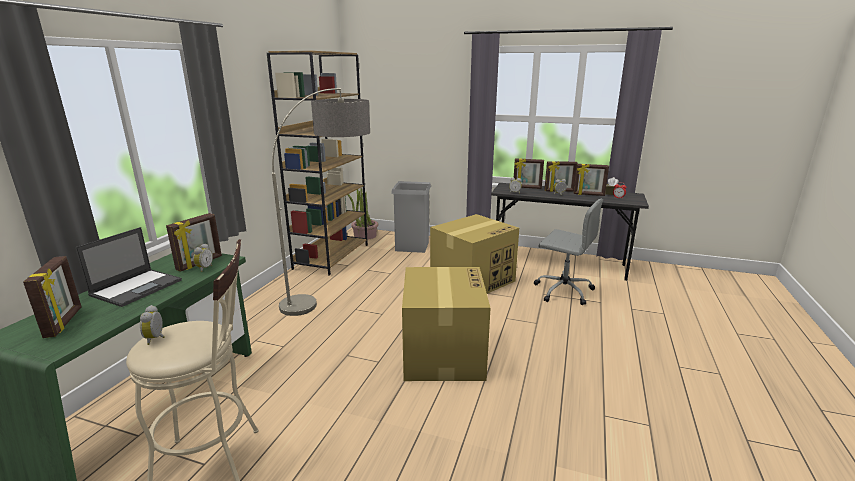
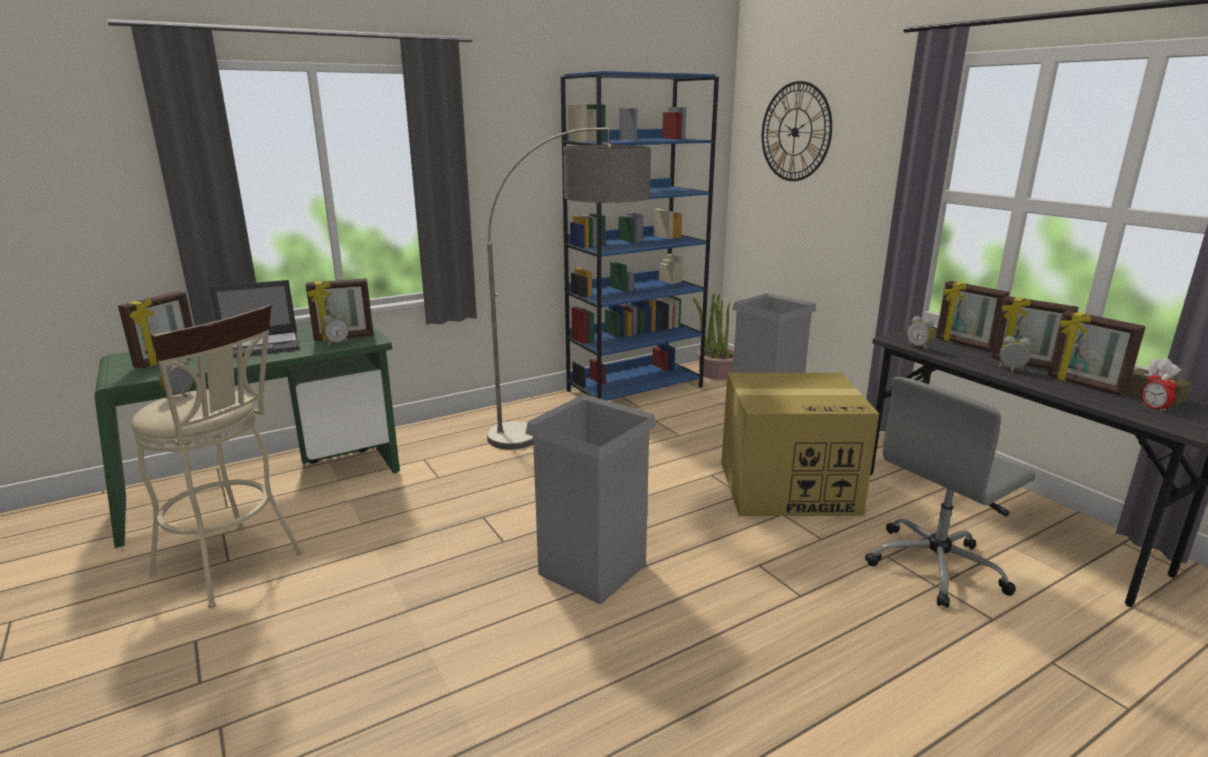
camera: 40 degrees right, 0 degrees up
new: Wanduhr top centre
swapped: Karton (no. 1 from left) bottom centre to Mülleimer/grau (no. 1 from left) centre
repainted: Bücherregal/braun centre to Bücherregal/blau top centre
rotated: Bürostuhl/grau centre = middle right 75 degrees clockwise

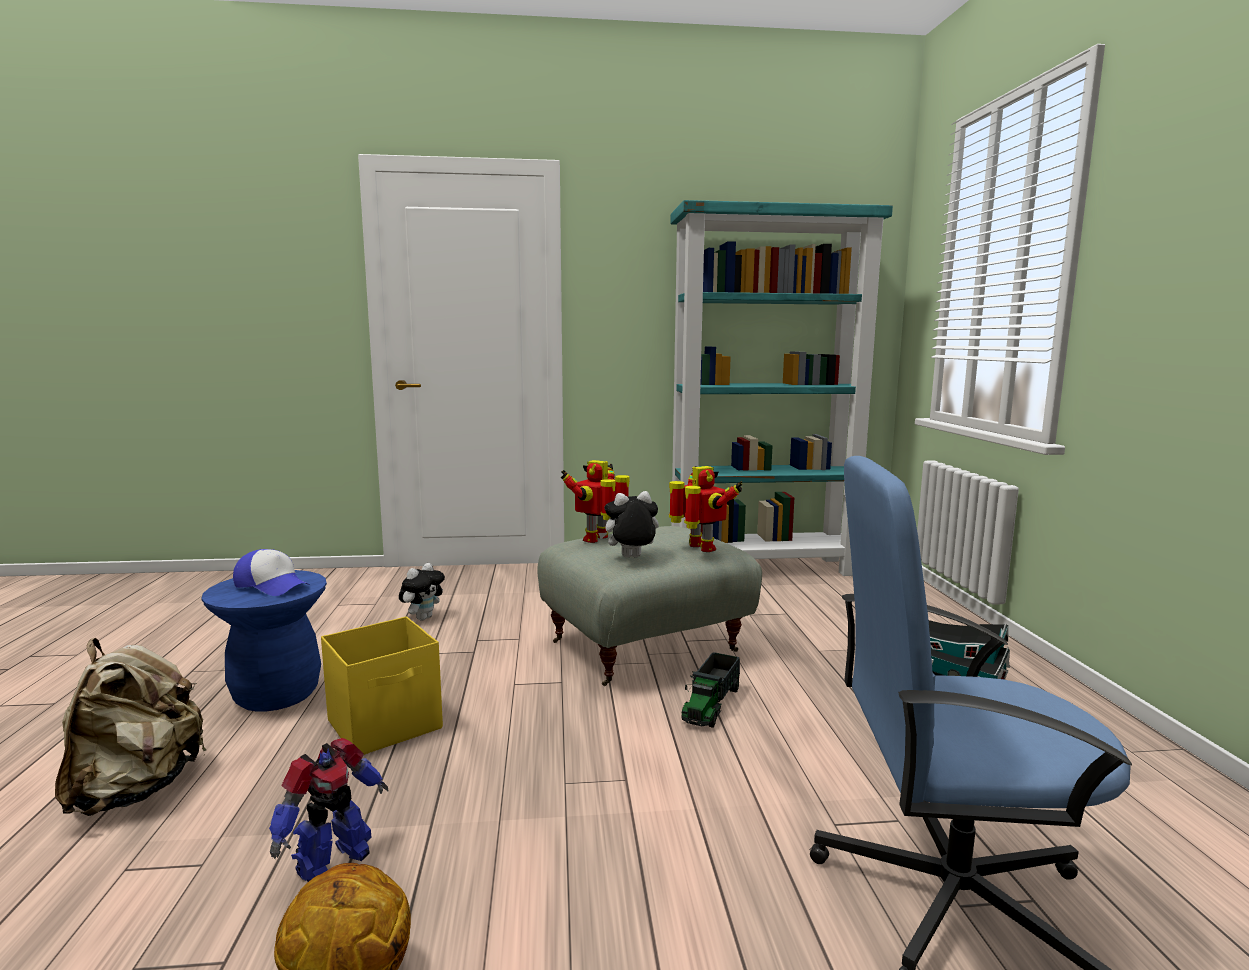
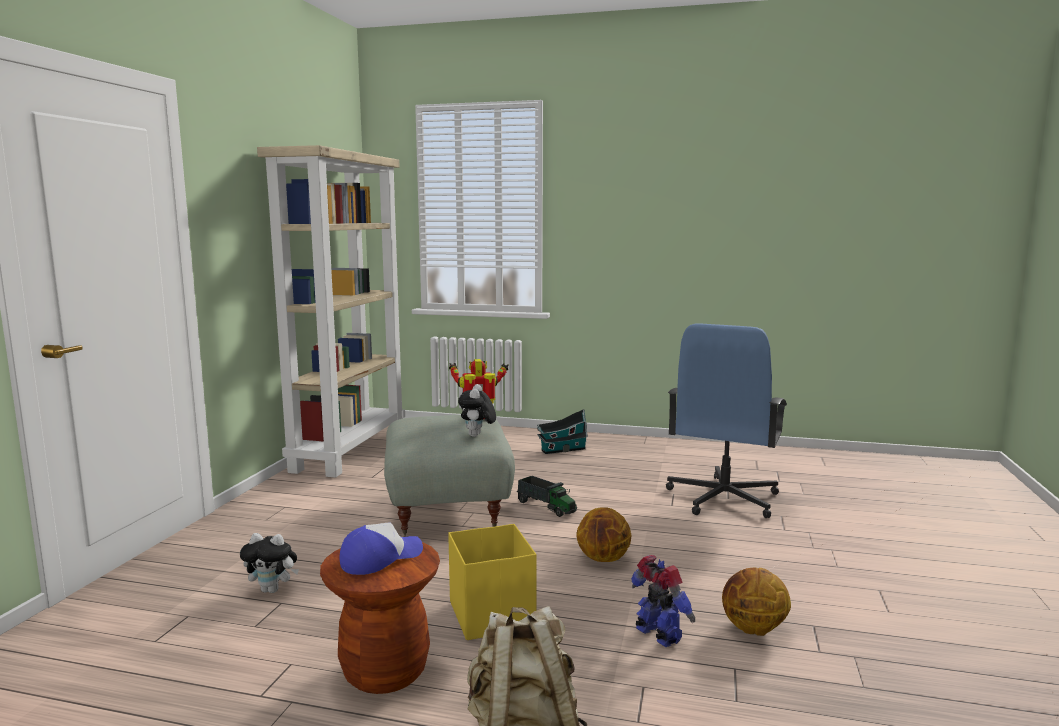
camera: 70 degrees left, 0 degrees up
gone: Spielzeugroboter (no. 2 from left) centre
new: Basketball (no. 1 from left) bottom centre
repainted: Hocker/blau middle left to Hocker/braun bottom centre; Bücherregal/türkis centre to Bücherregal/beige middle left
rotated: Plüschtier (no. 1 from left) centre = bottom left 135 degrees clockwise

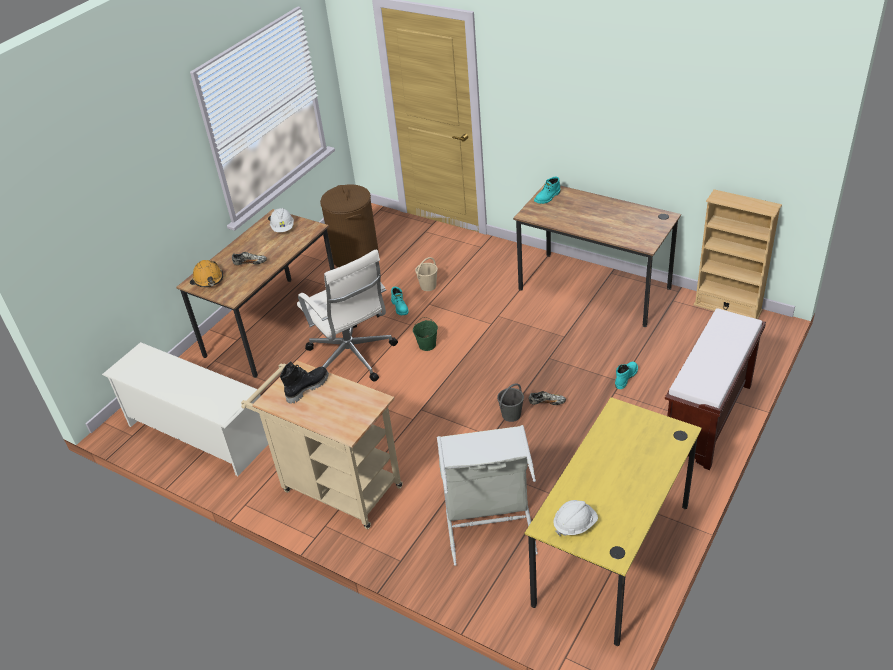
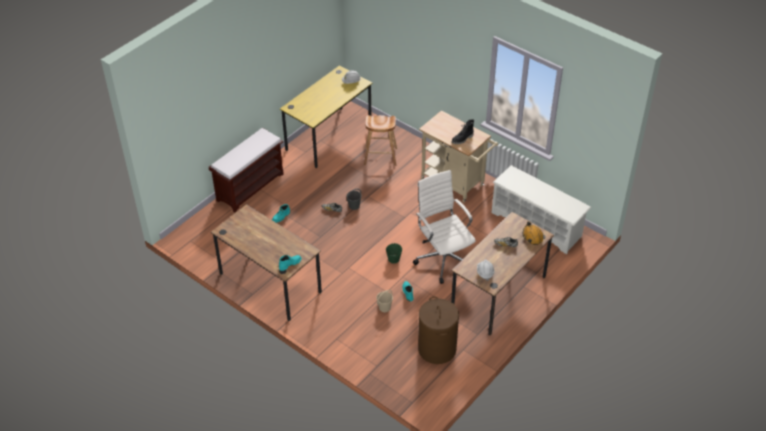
camera: 175 degrees left, 5 degrees up
gone: Bücherregal/beige middle right
swapped: Wäschekorb/grau bottom centre to Hocker/braun top centre

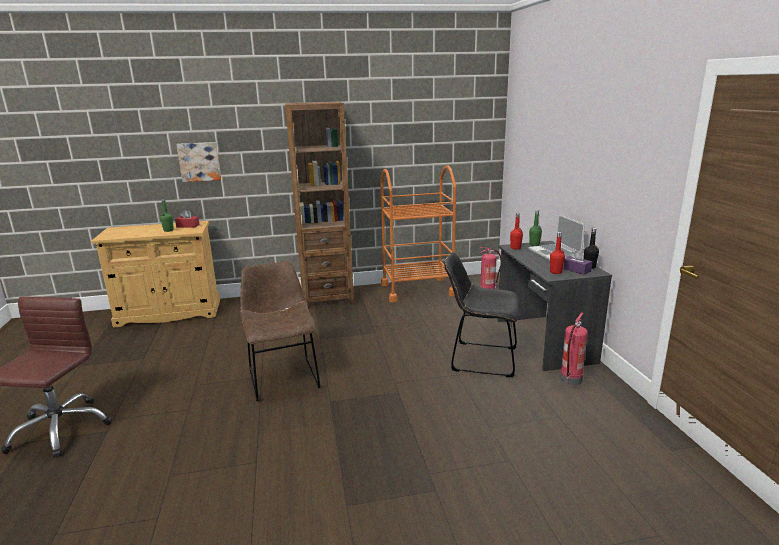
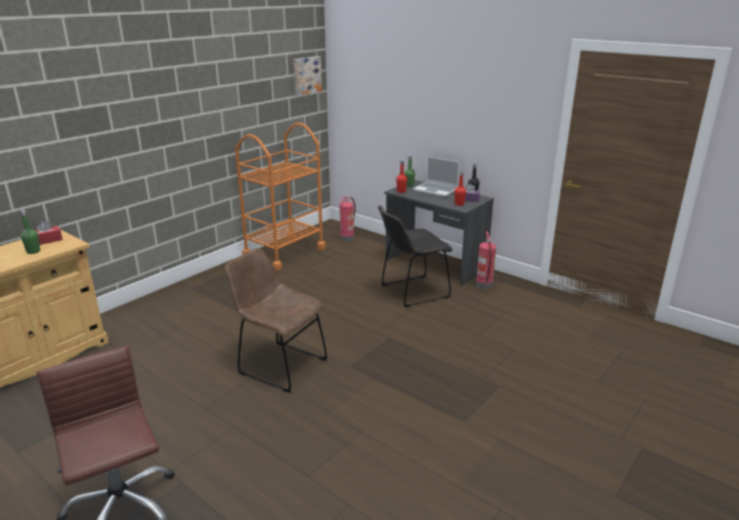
camera: 40 degrees left, 5 degrees up
gone: Bücherregal/braun centre
shifted: Bild top left to top centre

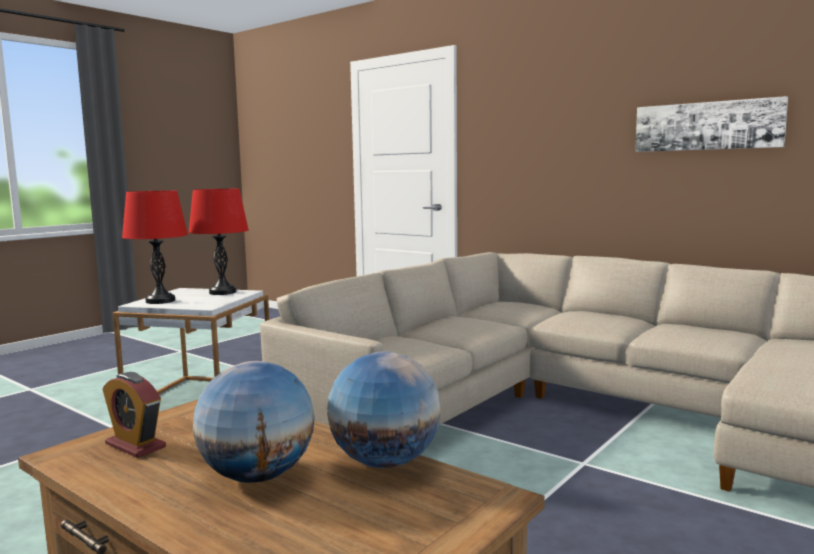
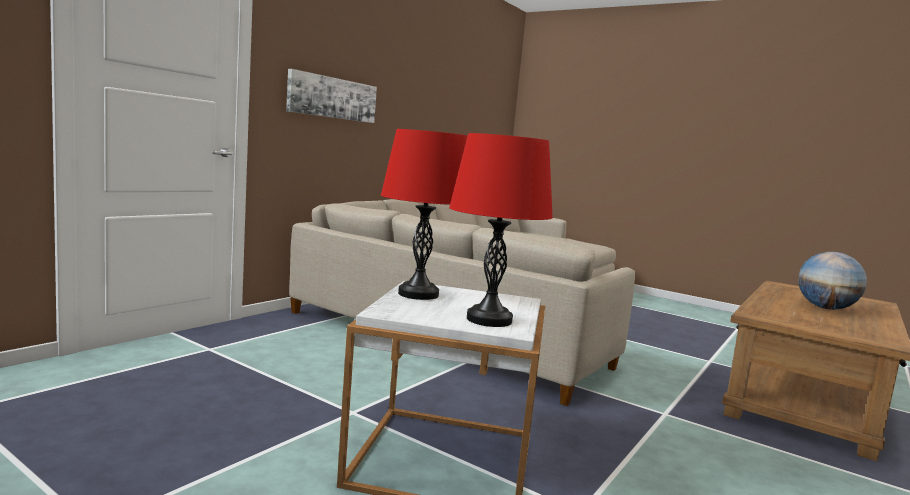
camera: 95 degrees left, 0 degrees up
gone: Wecker bottom left; Globus (no. 2 from left) bottom centre
shifted: Bild top right to top centre

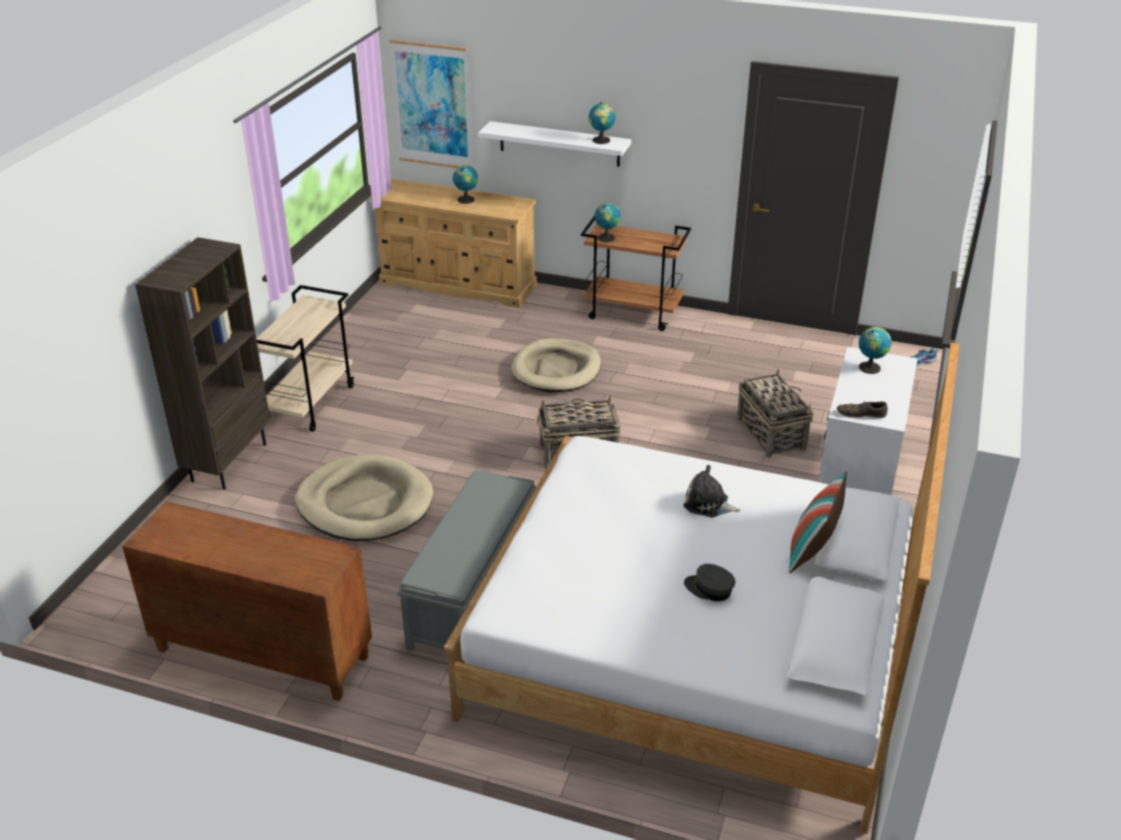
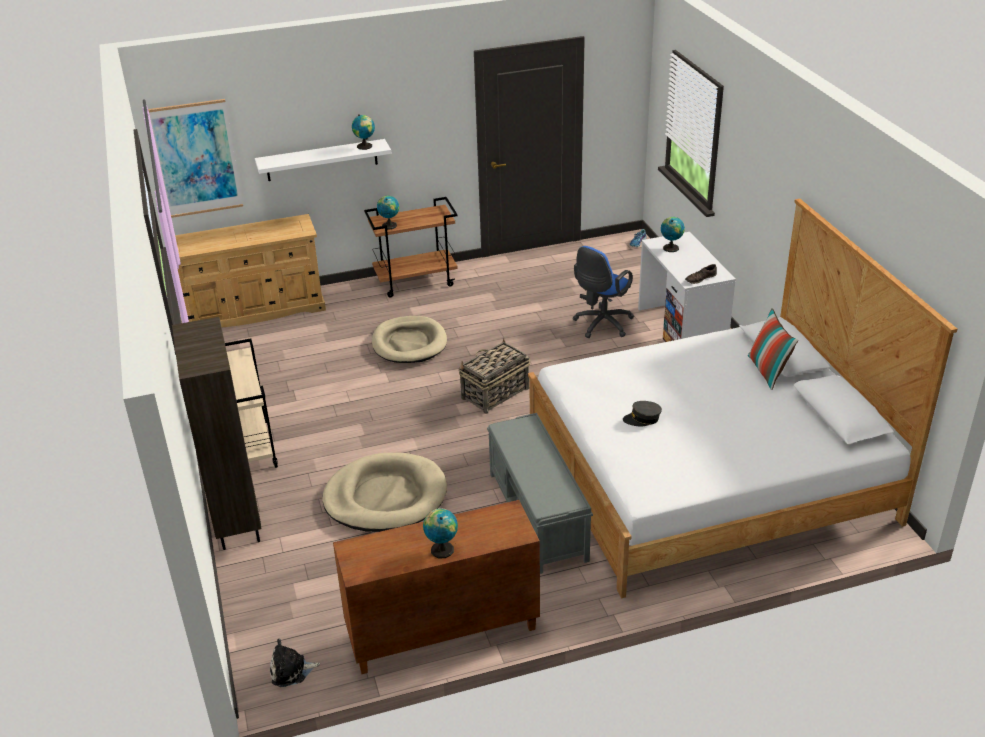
camera: 35 degrees left, 0 degrees up
shifted: Globus (no. 1 from left in the first image) top centre to Globus (no. 3 from left) bottom centre; Plüschtier centre to bottom left; Kappe/grau bottom centre to centre
swapped: Korb (no. 2 from left) middle right to Bürostuhl/blau centre

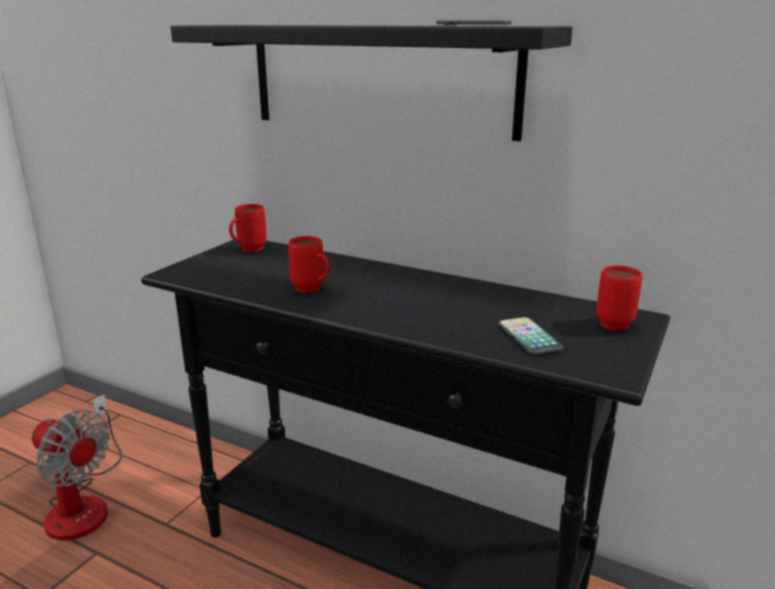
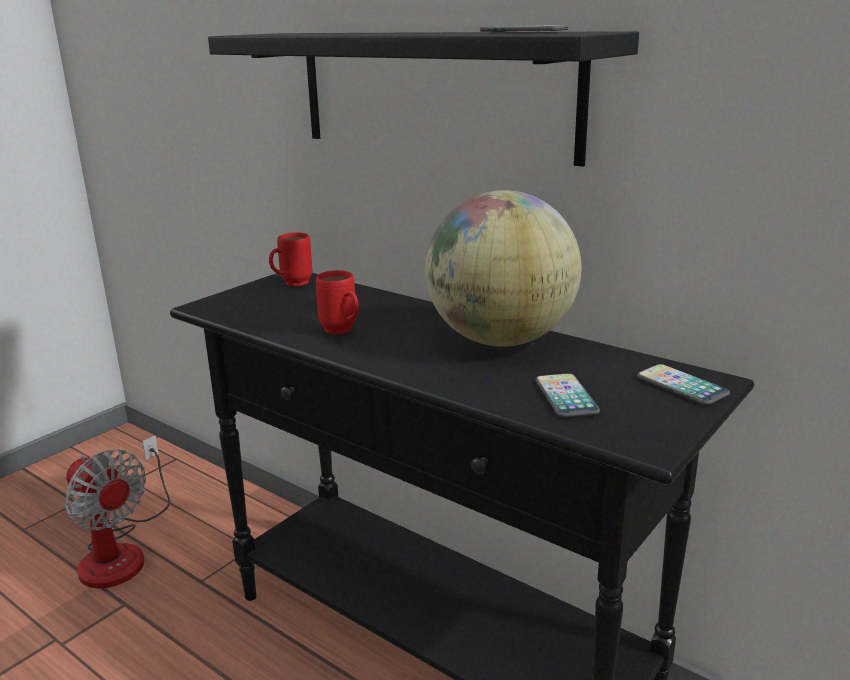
camera: 10 degrees right, 0 degrees up
new: Globus centre
swapped: Henkelbecher/rot (no. 3 from left) middle right to Handy (no. 3 from left) middle right

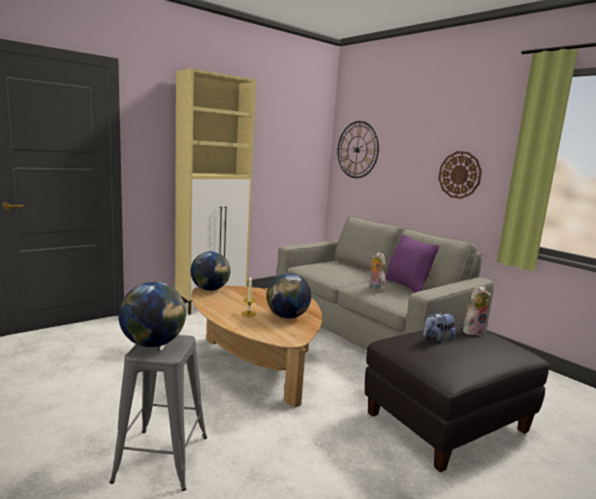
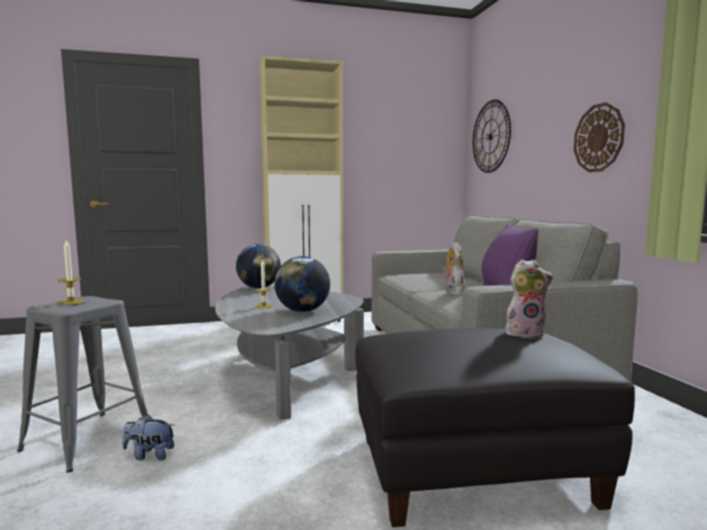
camera: 25 degrees right, 5 degrees down
shifted: Plüschtier (no. 2 from left in the first image) middle right to Plüschtier (no. 1 from left) bottom left
swapped: Globus (no. 1 from left) middle left to Kerze (no. 1 from left) middle left
repainted: Couchtisch/braun bottom centre to Couchtisch/grau centre

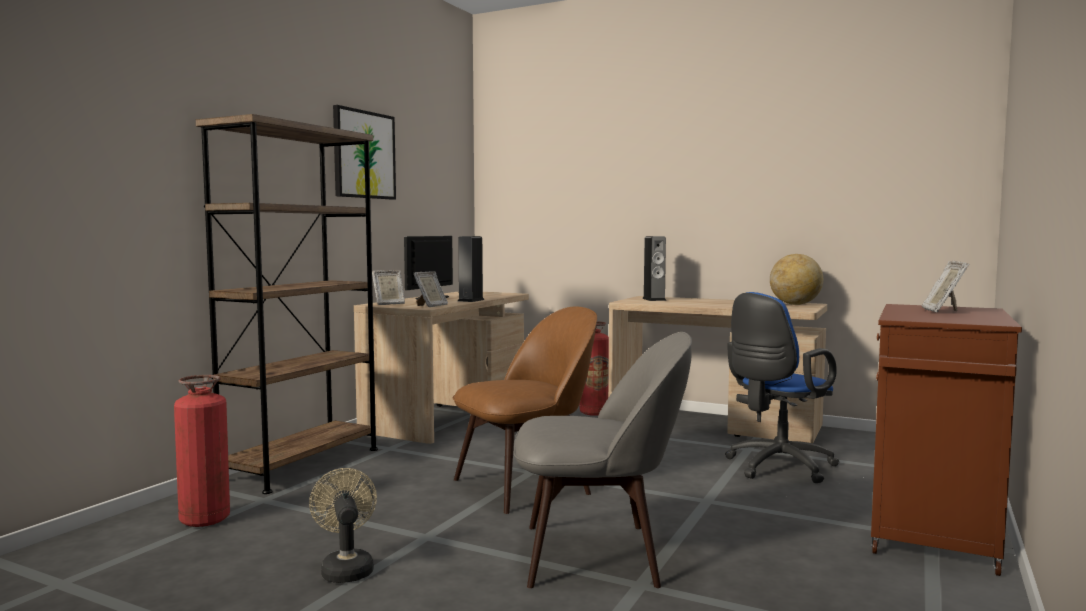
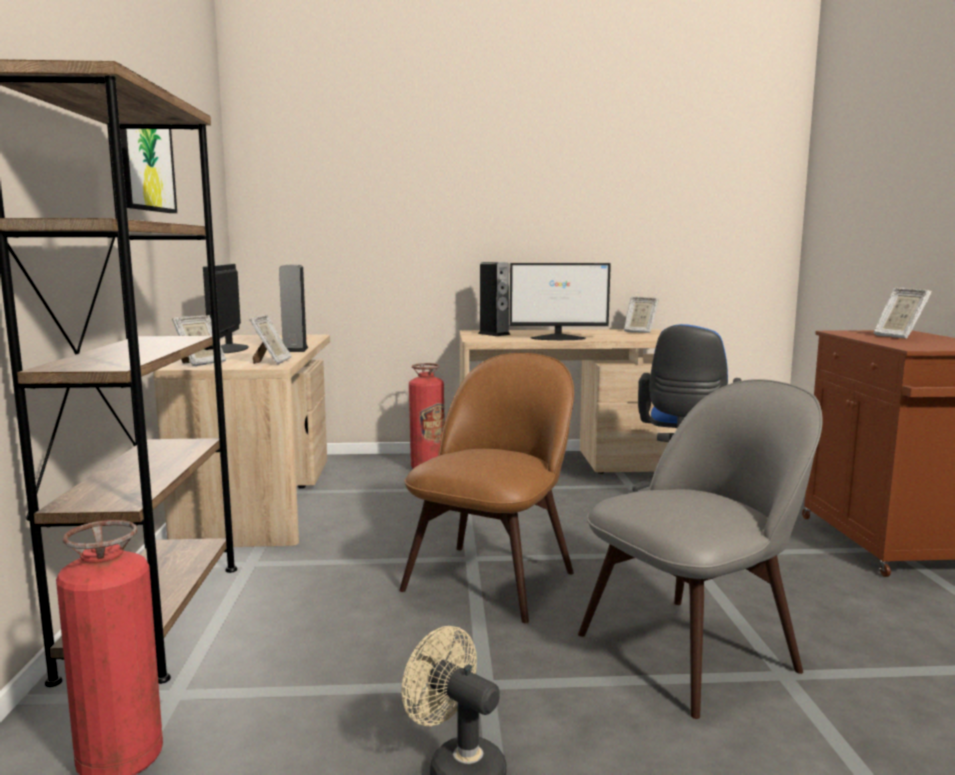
camera: 30 degrees left, 5 degrees up
new: Monitor (no. 2 from left) centre
swapped: Globus middle right to Bilderrahmen (no. 3 from left) middle right

